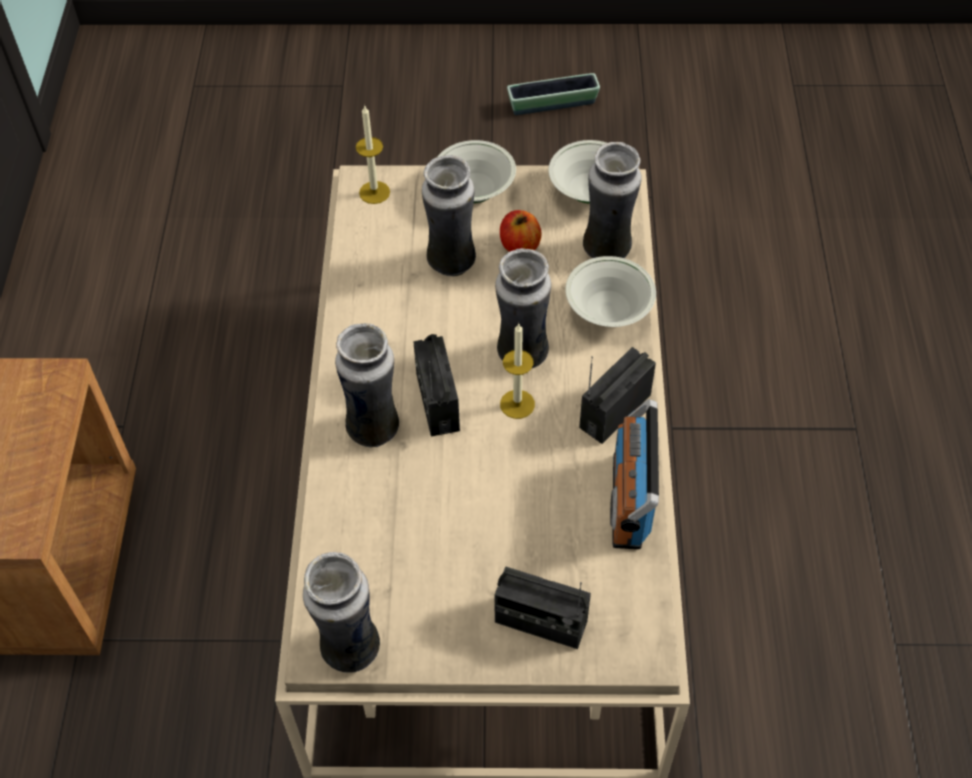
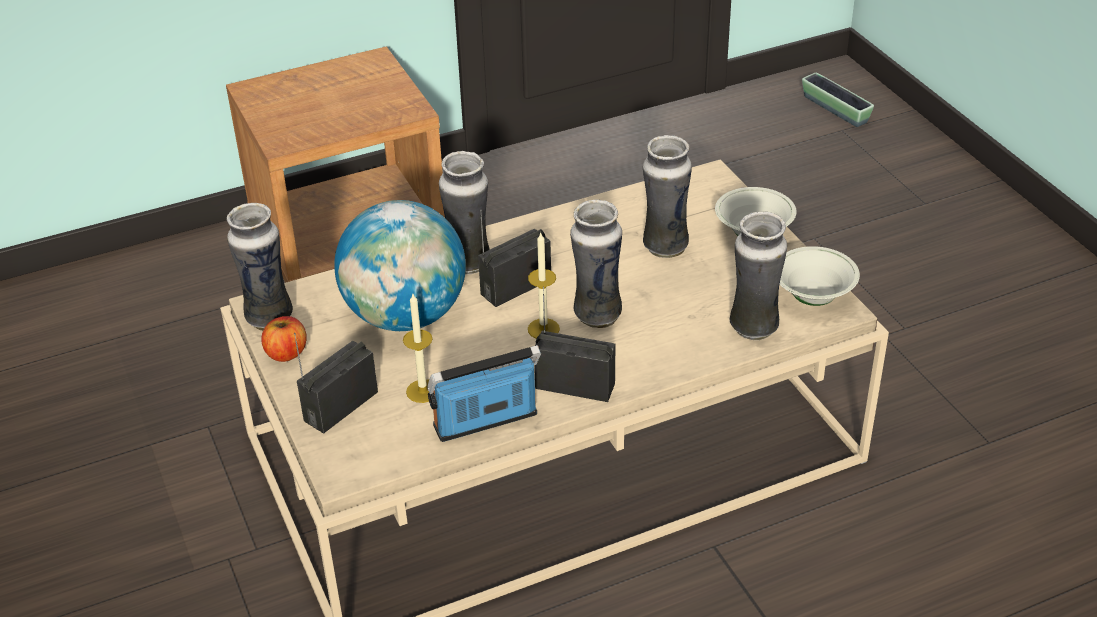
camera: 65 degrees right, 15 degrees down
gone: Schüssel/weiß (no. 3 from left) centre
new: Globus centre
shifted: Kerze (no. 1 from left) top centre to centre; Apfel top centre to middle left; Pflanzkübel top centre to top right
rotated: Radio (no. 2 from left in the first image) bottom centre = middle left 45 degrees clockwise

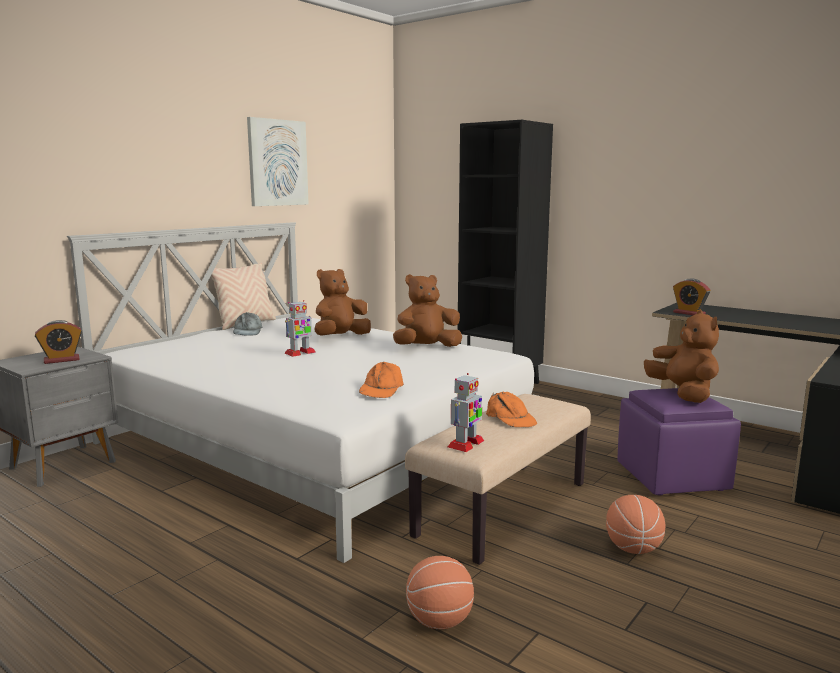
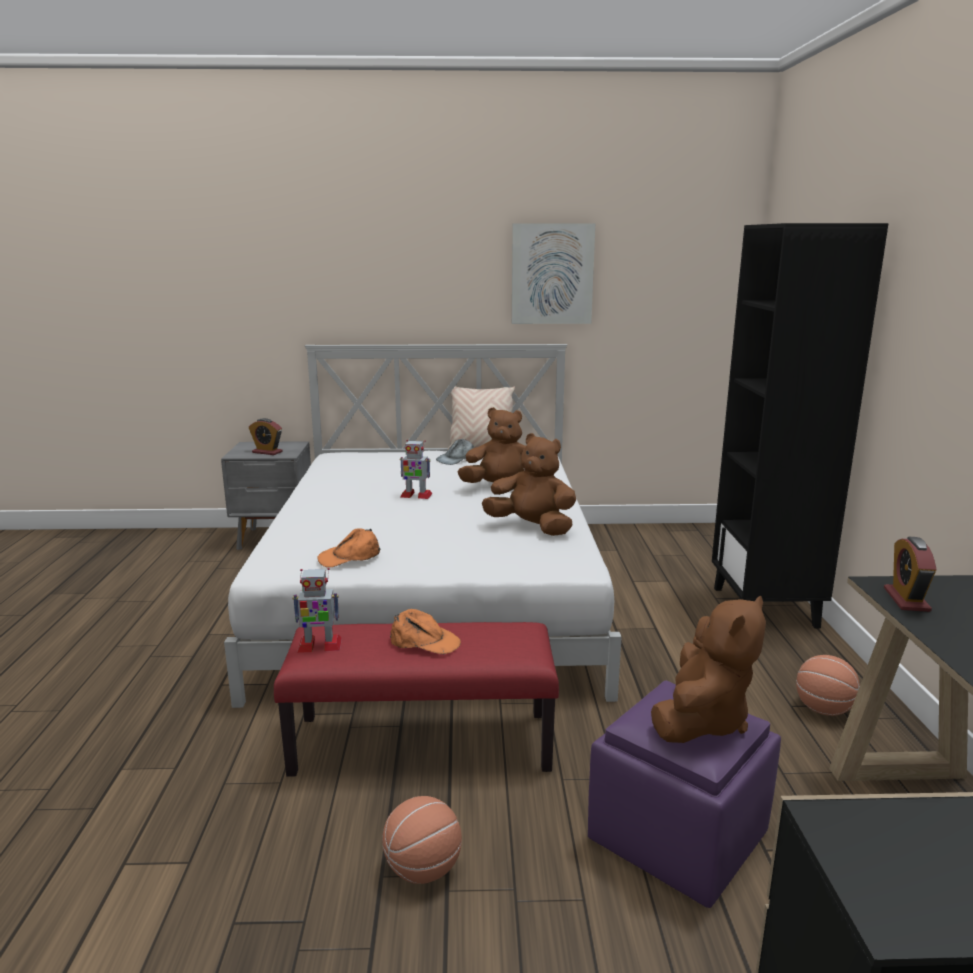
camera: 50 degrees right, 5 degrees up
shifted: Basketball (no. 1 from left in the first image) bottom centre to Basketball (no. 2 from left) bottom right
repainted: Bank/beige bottom centre to Bank/rot bottom centre
rotated: Kappe/orange (no. 2 from left) centre = centre 90 degrees counterclockwise

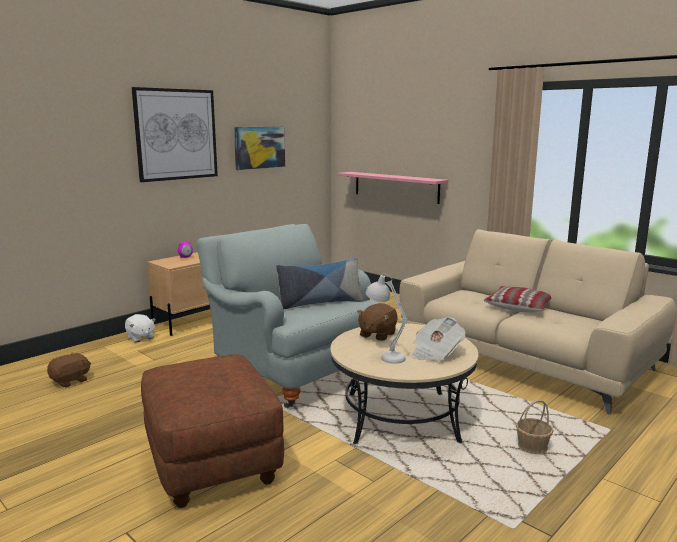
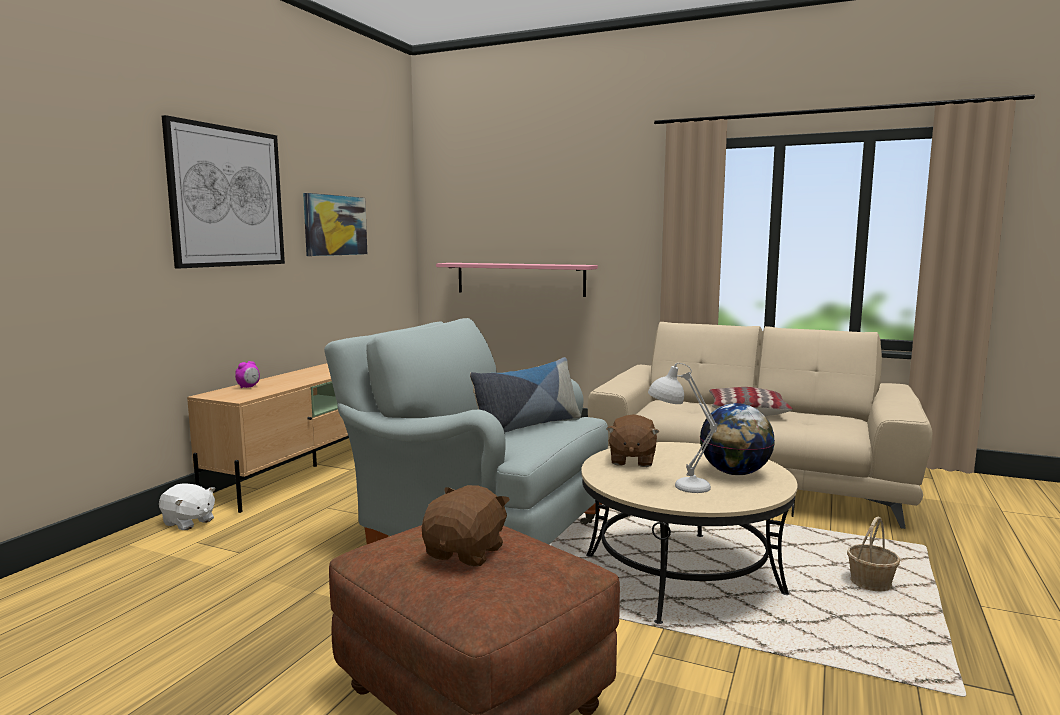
camera: 20 degrees left, 5 degrees down
shifted: Plüschtier/braun (no. 1 from left) bottom left to bottom centre
swapped: Zeitung centre to Globus middle right

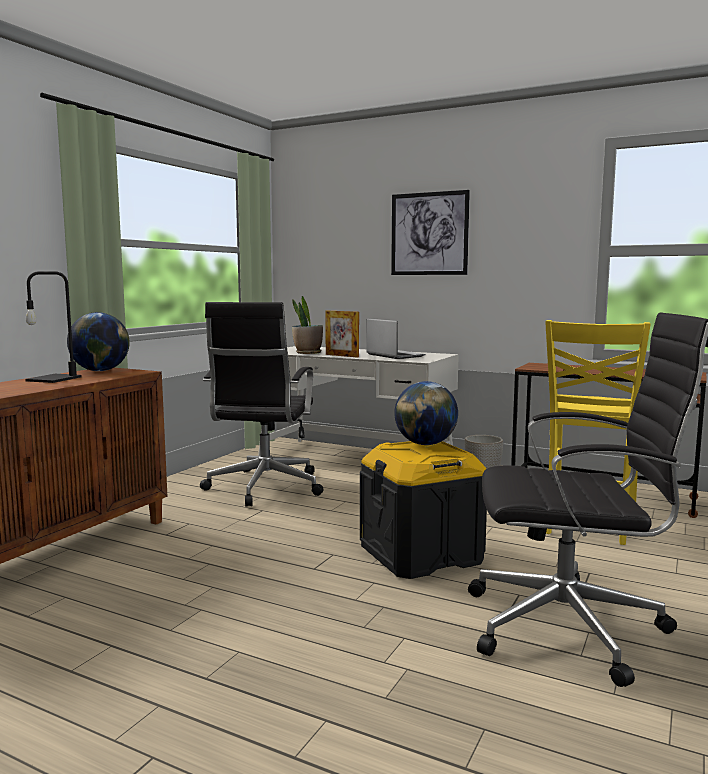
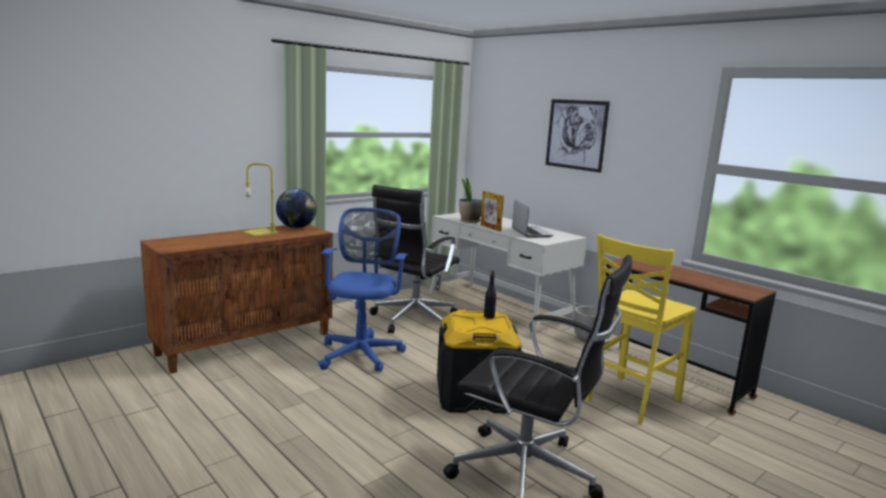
camera: 20 degrees right, 5 degrees up
new: Bürostuhl/blau centre
swapped: Globus (no. 2 from left) centre to Flasche/schwarz centre
repainted: Tischlampe/schwarz middle left to Tischlampe/gelb middle left

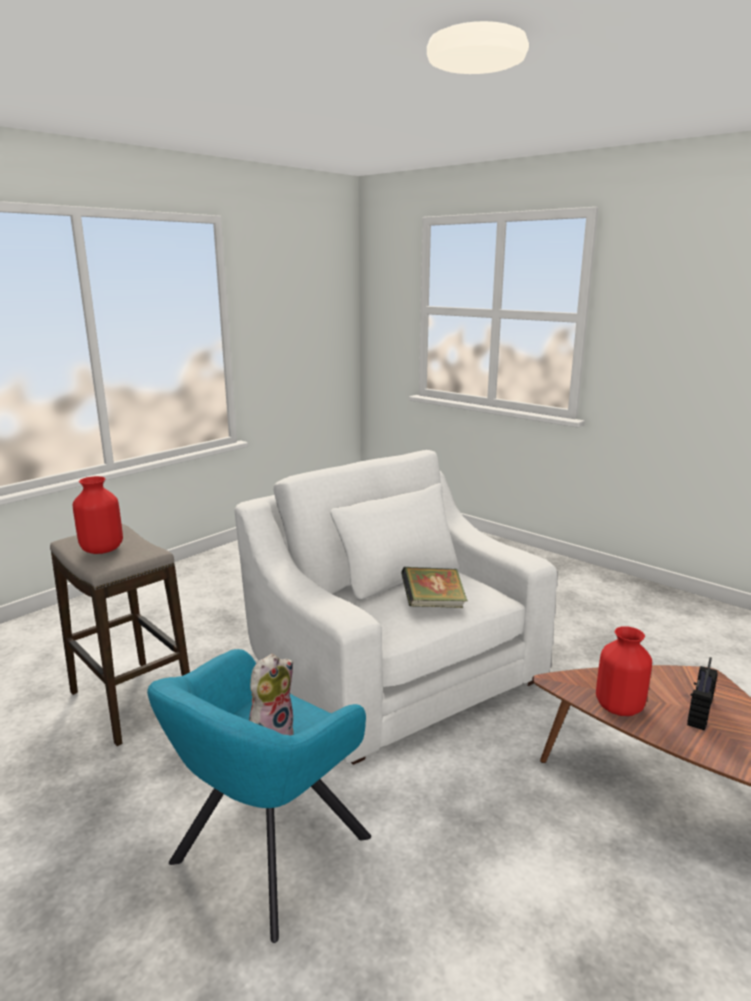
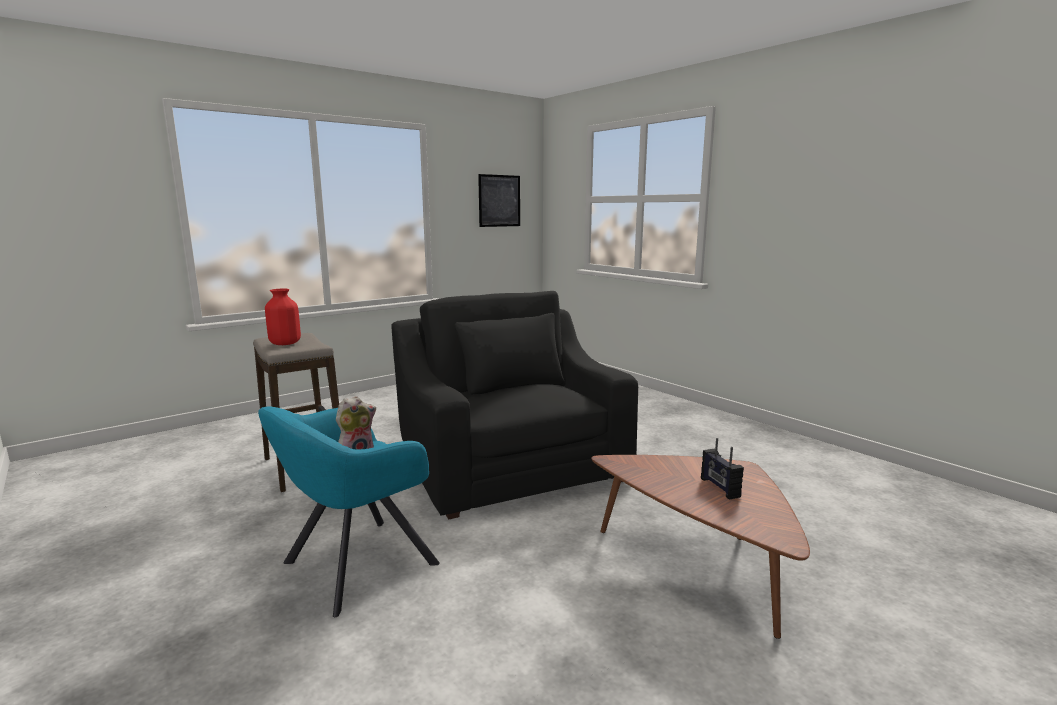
camera: 10 degrees right, 5 degrees down
gone: Buch centre; Vase/rot (no. 2 from left) bottom right
new: Bild top centre
repainted: Sessel/weiß centre to Sessel/schwarz centre
rotated: Radio bottom right = middle right 60 degrees counterclockwise

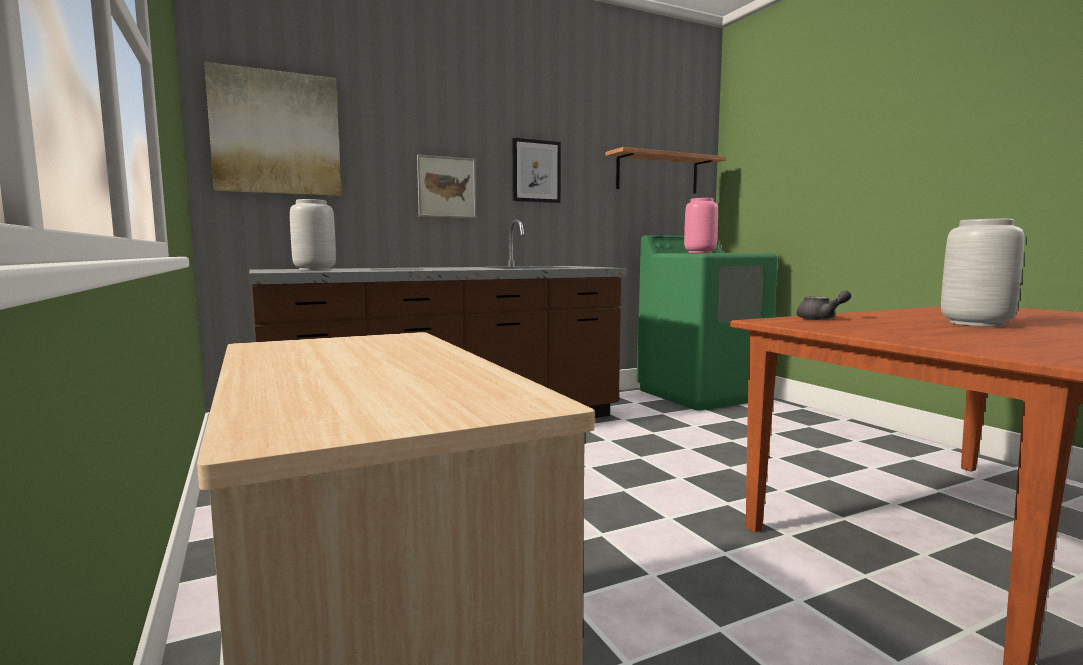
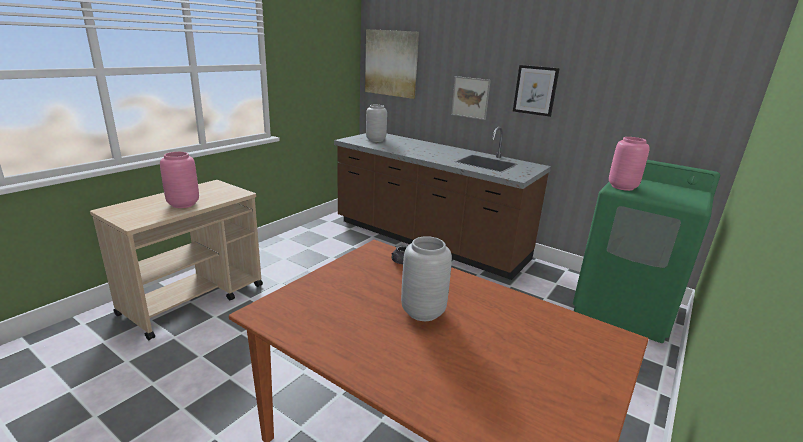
camera: 60 degrees right, 15 degrees up
gone: Wandregal top centre
new: Vase/rosa (no. 1 from left) middle left

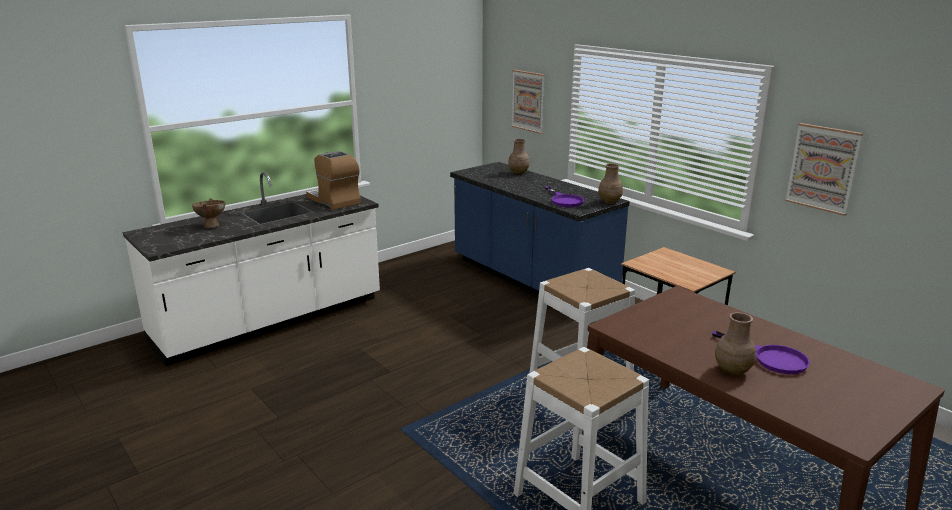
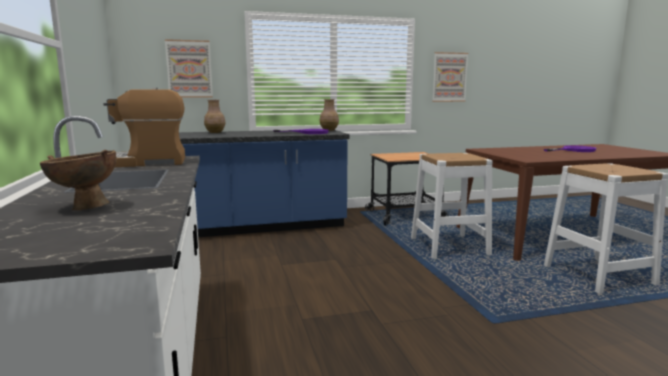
camera: 65 degrees left, 10 degrees down
gone: Vase/braun (no. 3 from left) bottom right

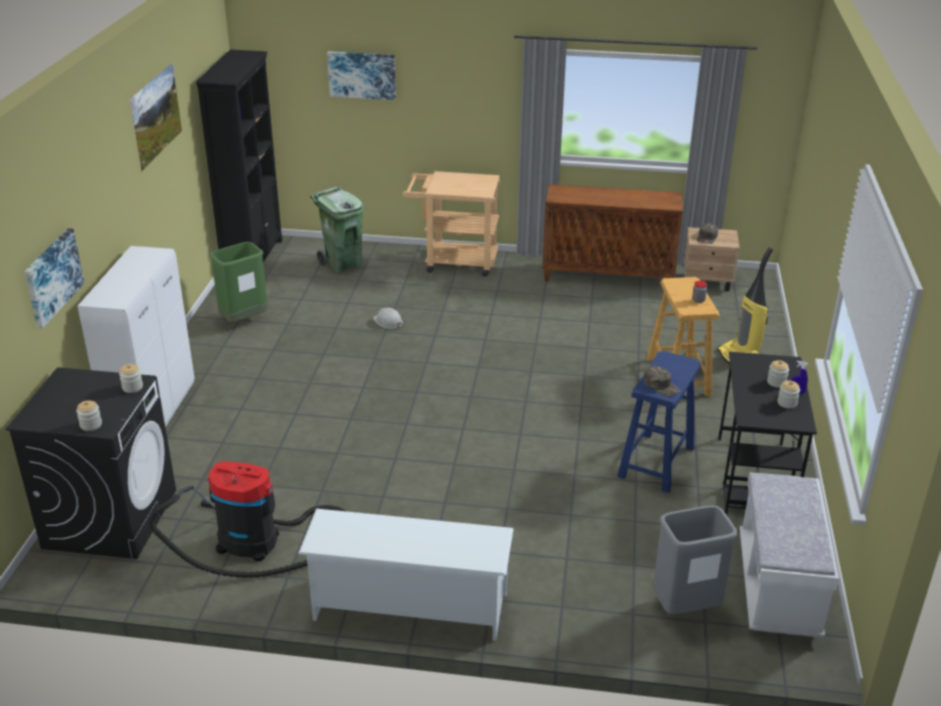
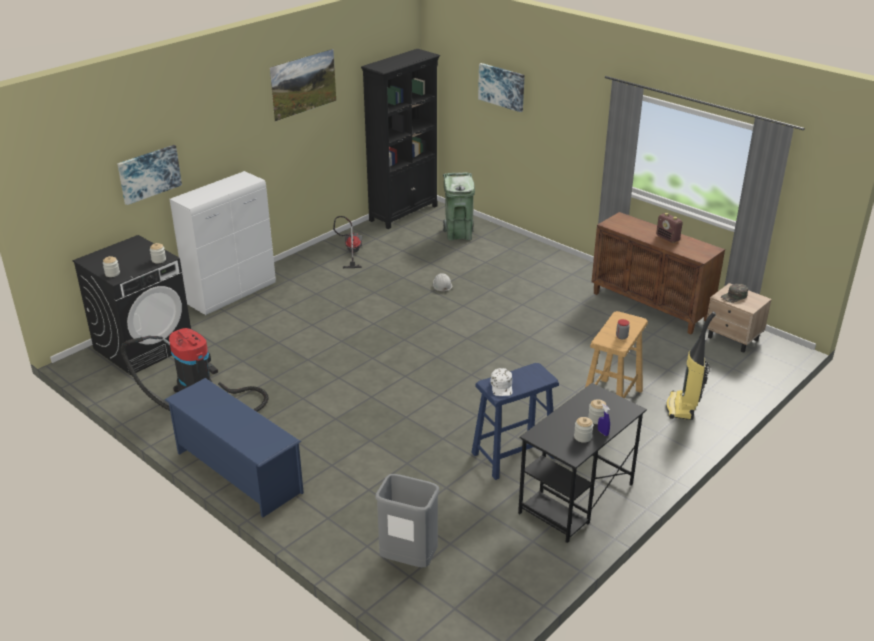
camera: 35 degrees right, 0 degrees up
gone: Rollwagen/beige top centre; Bank/weiß bottom right
new: Radio middle right
swapped: Mülleimer/grün (no. 1 from left) middle left to Staubsauger (no. 2 from left) centre
repainted: Schuhregal/weiß bottom centre to Schuhregal/blau bottom left; Kappe/grün (no. 1 from left) middle right to Kappe/weiß centre

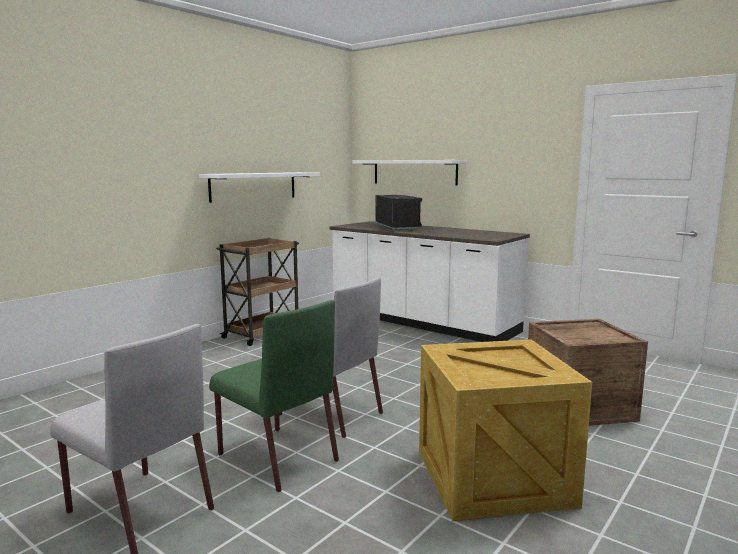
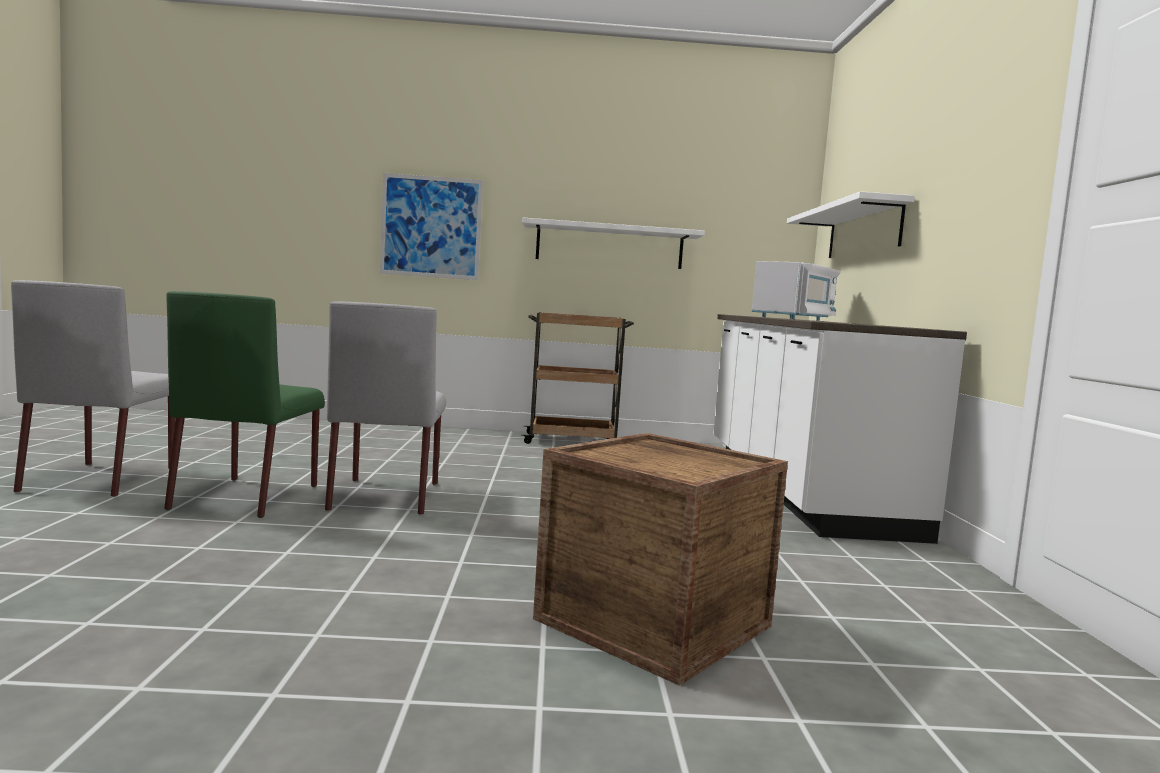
camera: 50 degrees right, 5 degrees down
gone: Kiste (no. 1 from left) bottom right
new: Bild top centre
repainted: Mikrowelle/schwarz centre to Mikrowelle/weiß middle right

